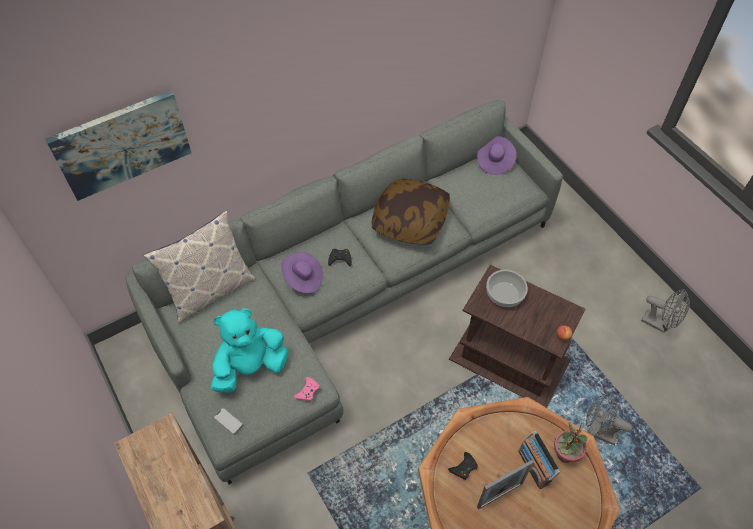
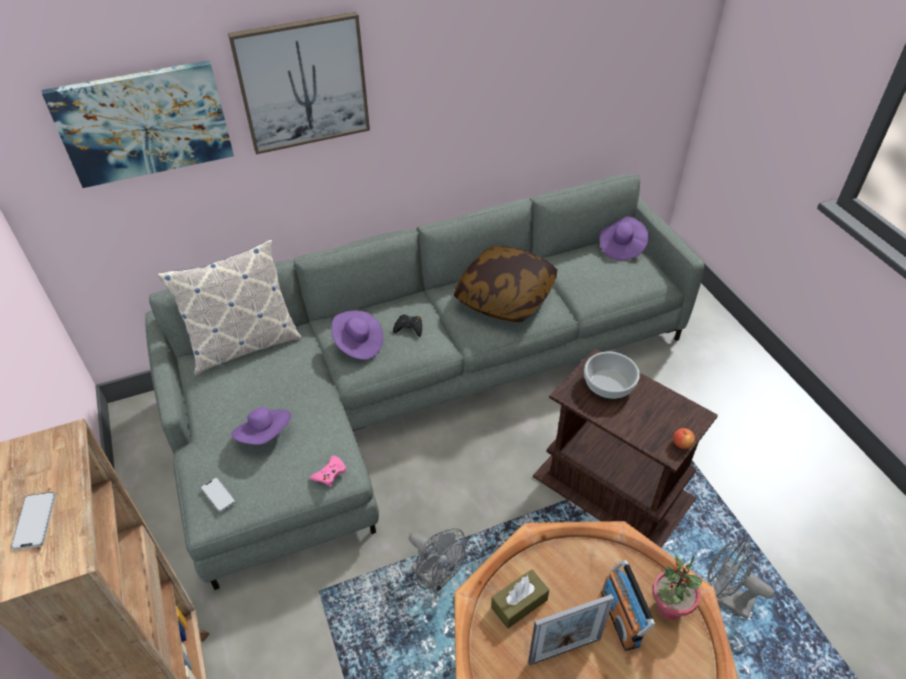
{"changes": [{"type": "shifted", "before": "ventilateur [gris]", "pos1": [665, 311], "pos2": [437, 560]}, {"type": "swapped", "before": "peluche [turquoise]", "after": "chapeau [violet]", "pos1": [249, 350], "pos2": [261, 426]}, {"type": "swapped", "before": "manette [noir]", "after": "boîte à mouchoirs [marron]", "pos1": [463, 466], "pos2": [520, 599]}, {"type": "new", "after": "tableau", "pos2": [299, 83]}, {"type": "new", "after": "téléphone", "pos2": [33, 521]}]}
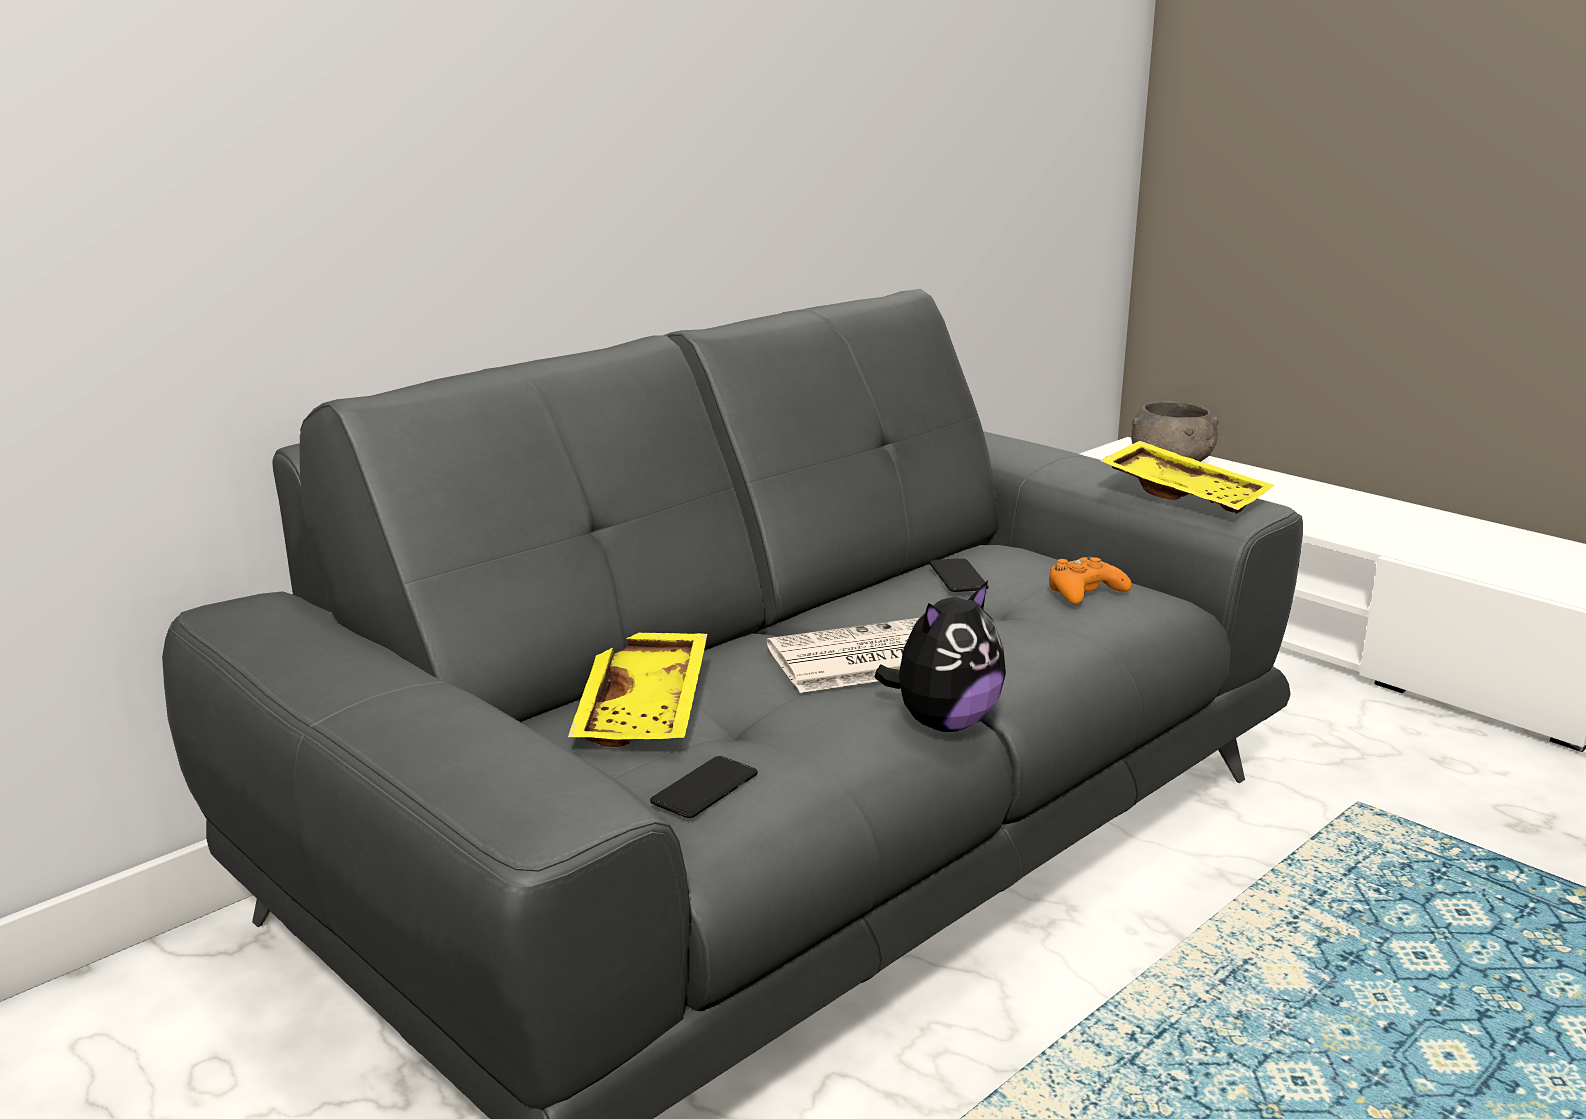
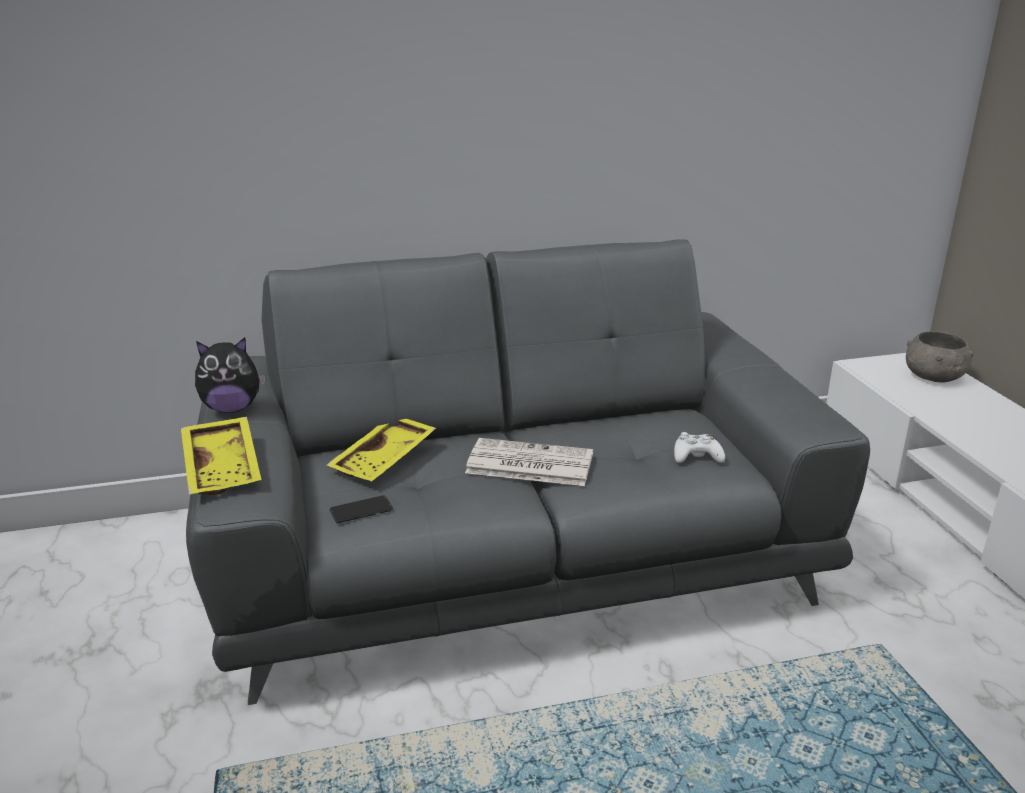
{"changes": [{"type": "shifted", "before": "plateau [jaune]", "pos1": [1187, 477], "pos2": [221, 456]}, {"type": "repainted", "before": "manette [orange]", "after": "manette [blanc]", "pos1": [1090, 580], "pos2": [699, 447]}, {"type": "gone", "before": "téléphone", "pos1": [959, 575]}, {"type": "shifted", "before": "peluche", "pos1": [940, 656], "pos2": [230, 375]}]}
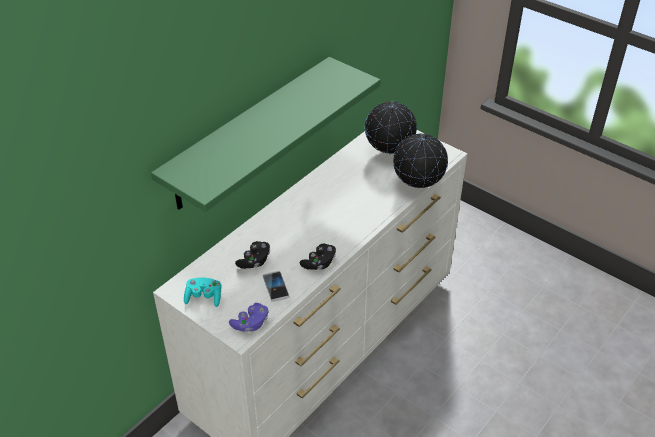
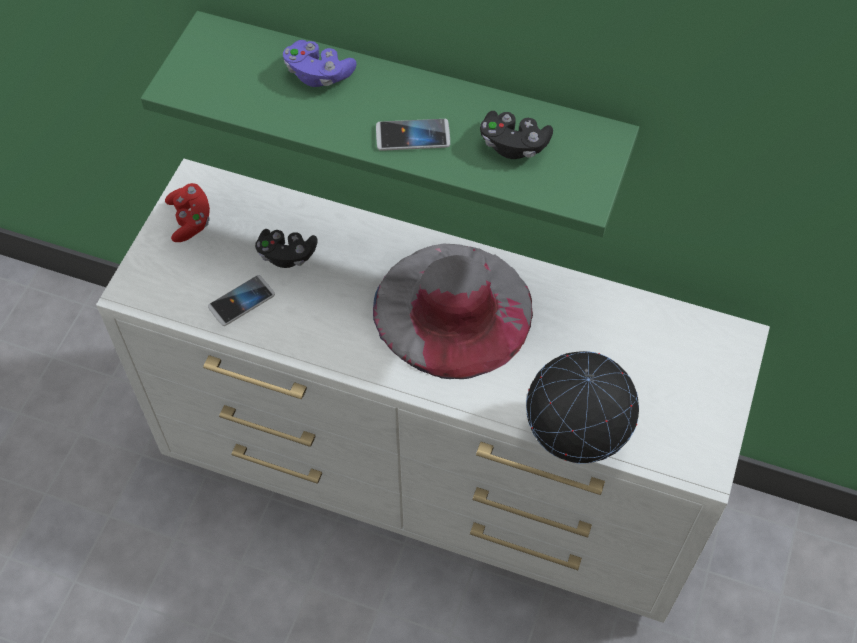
{"changes": [{"type": "gone", "before": "globe", "pos1": [391, 127]}, {"type": "shifted", "before": "manette [noir]", "pos1": [318, 257], "pos2": [516, 135]}, {"type": "repainted", "before": "manette [turquoise]", "after": "manette [rouge]", "pos1": [202, 292], "pos2": [187, 212]}, {"type": "shifted", "before": "manette [violet]", "pos1": [249, 317], "pos2": [320, 63]}, {"type": "new", "after": "téléphone", "pos2": [413, 135]}, {"type": "new", "after": "chapeau [gris]", "pos2": [453, 311]}]}
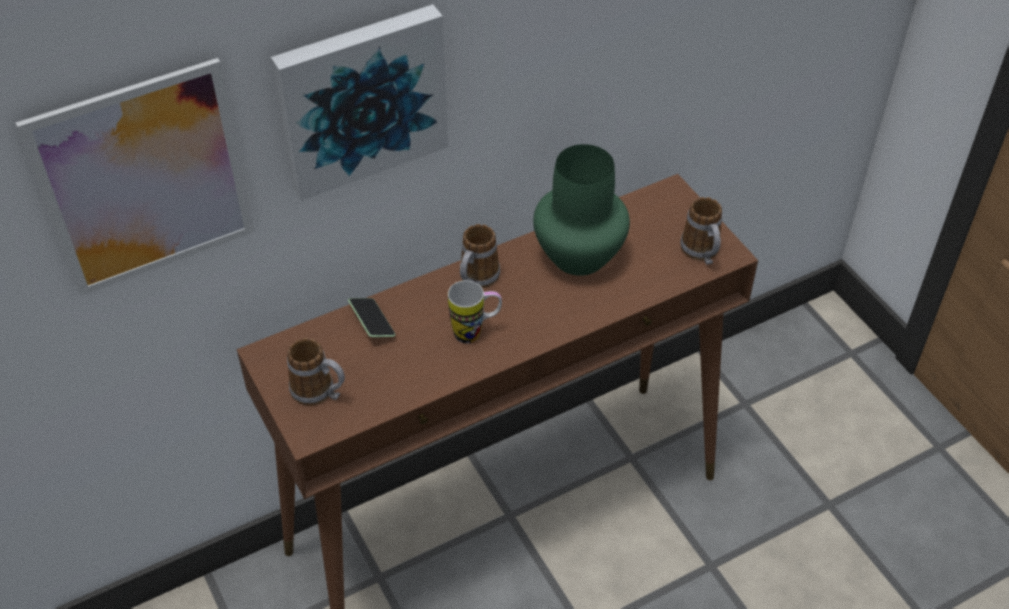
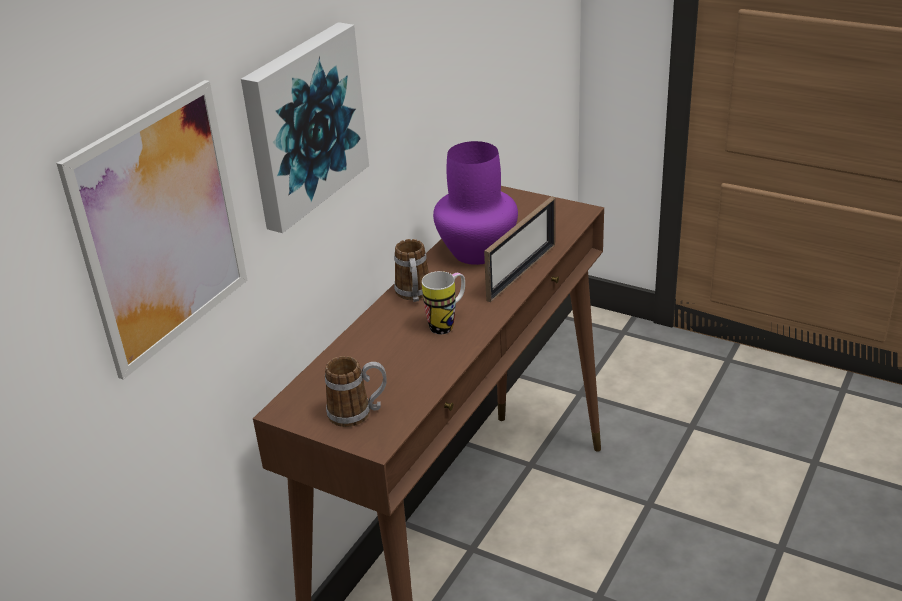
{"changes": [{"type": "repainted", "before": "vase [vert]", "after": "vase [violet]", "pos1": [581, 210], "pos2": [475, 203]}, {"type": "gone", "before": "mug", "pos1": [701, 231]}, {"type": "gone", "before": "téléphone", "pos1": [372, 317]}, {"type": "new", "after": "cadre photo", "pos2": [519, 249]}]}
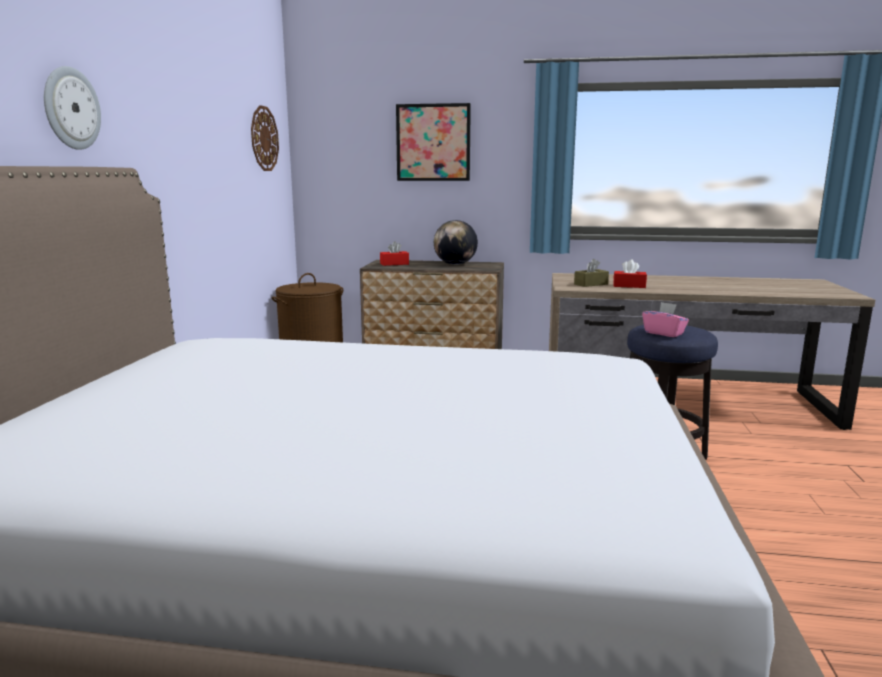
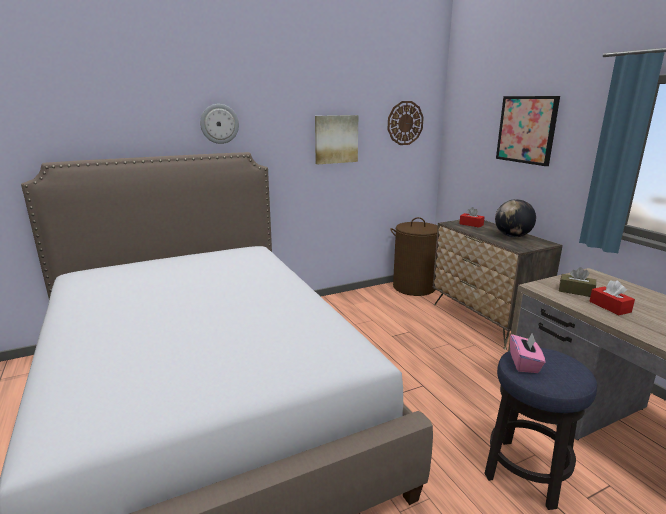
{"changes": [{"type": "new", "after": "tableau", "pos2": [336, 139]}]}
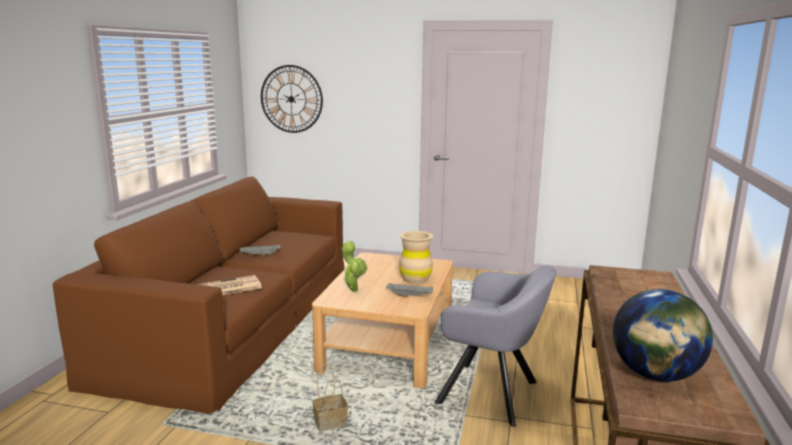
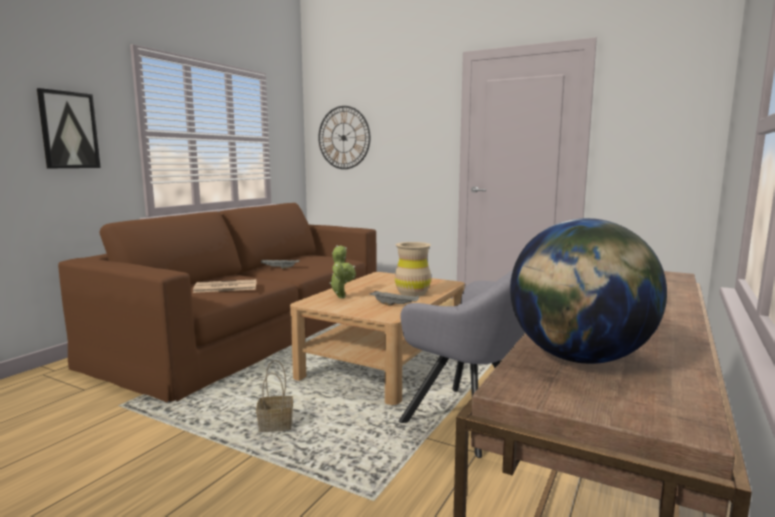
{"changes": [{"type": "new", "after": "tableau", "pos2": [69, 128]}]}
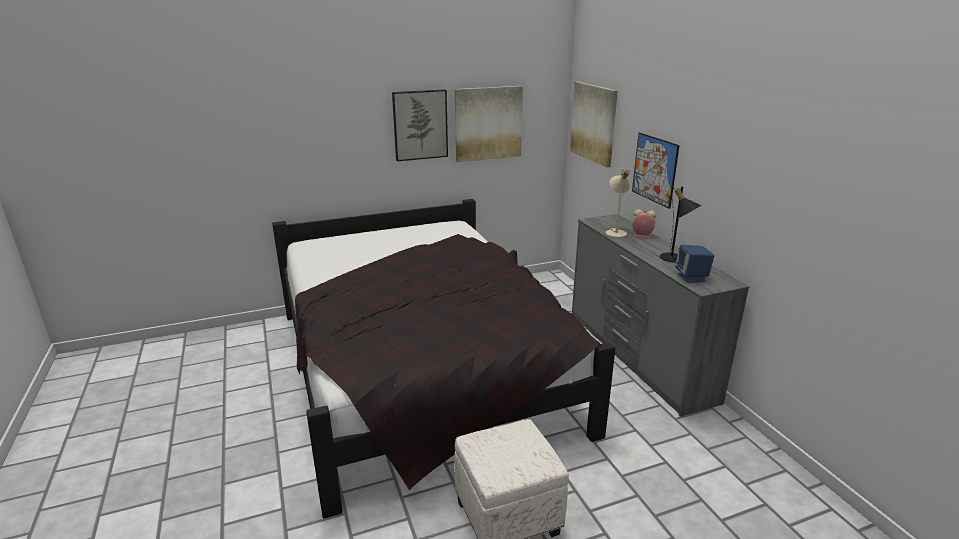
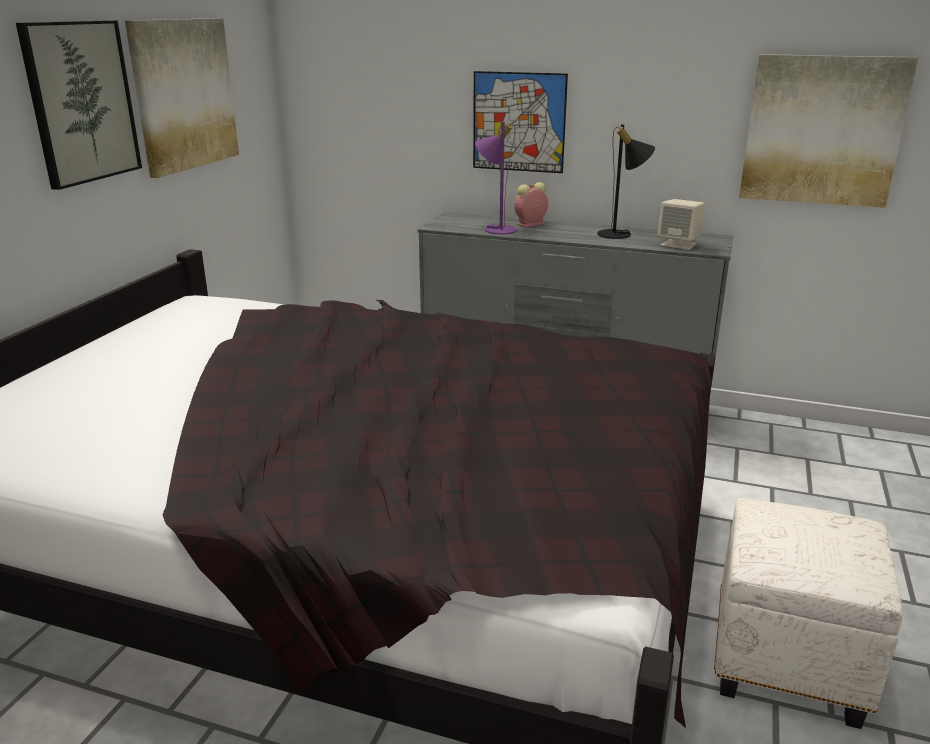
{"changes": [{"type": "shifted", "before": "tableau", "pos1": [594, 124], "pos2": [828, 131]}, {"type": "repainted", "before": "lampe de table [beige]", "after": "lampe de table [violet]", "pos1": [618, 202], "pos2": [496, 178]}, {"type": "repainted", "before": "enceinte [bleu]", "after": "enceinte [beige]", "pos1": [694, 264], "pos2": [681, 224]}]}
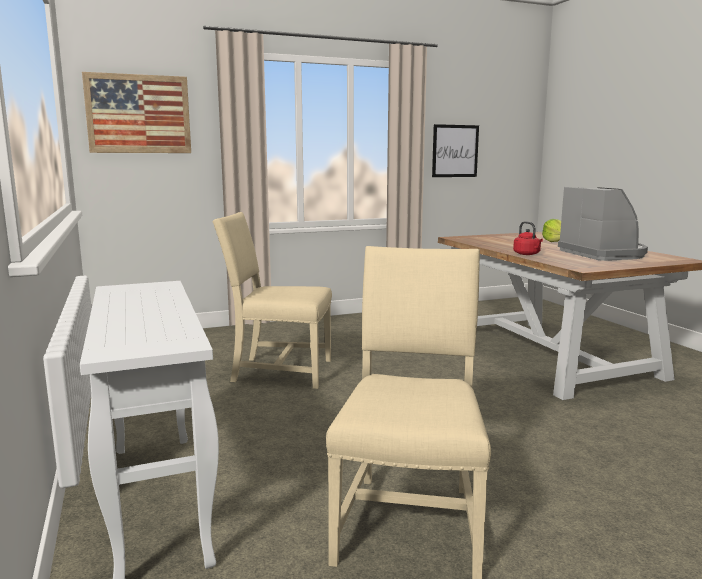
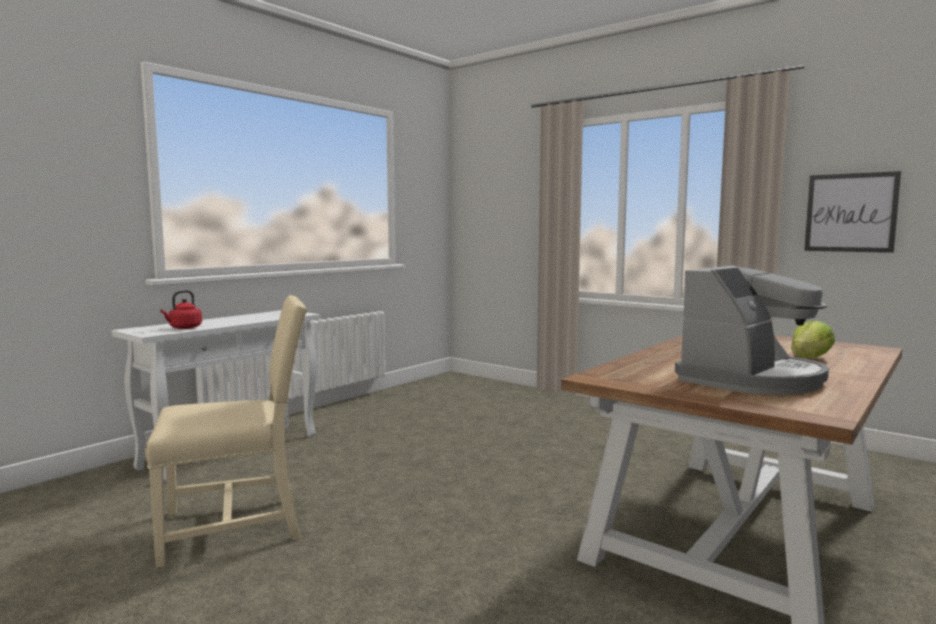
{"changes": [{"type": "gone", "before": "tableau", "pos1": [136, 112]}, {"type": "gone", "before": "chaise [beige]", "pos1": [272, 300]}, {"type": "shifted", "before": "bouilloire [rouge]", "pos1": [528, 238], "pos2": [181, 309]}]}
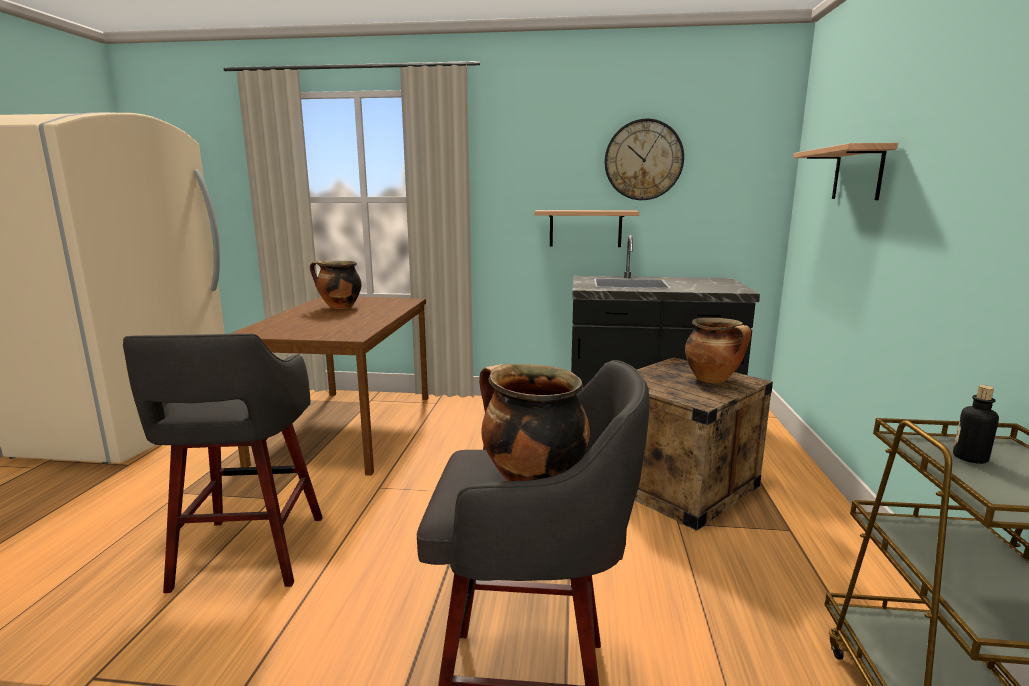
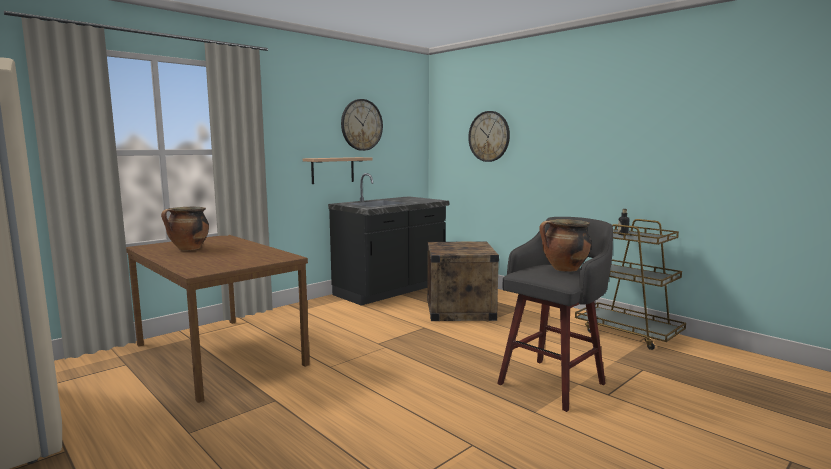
{"changes": [{"type": "swapped", "before": "étagère", "after": "horloge murale", "pos1": [845, 171], "pos2": [489, 136]}, {"type": "gone", "before": "marmite", "pos1": [718, 350]}, {"type": "gone", "before": "tabouret [gris]", "pos1": [223, 463]}]}
